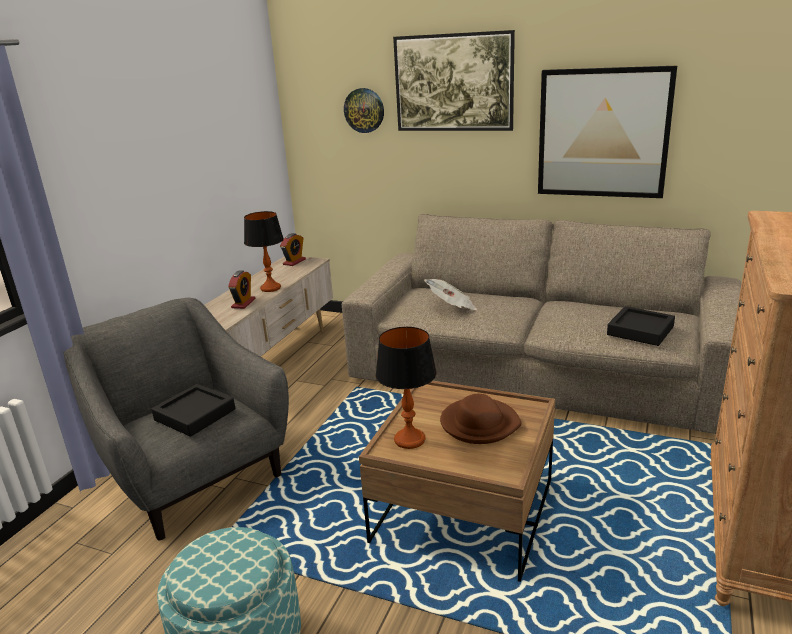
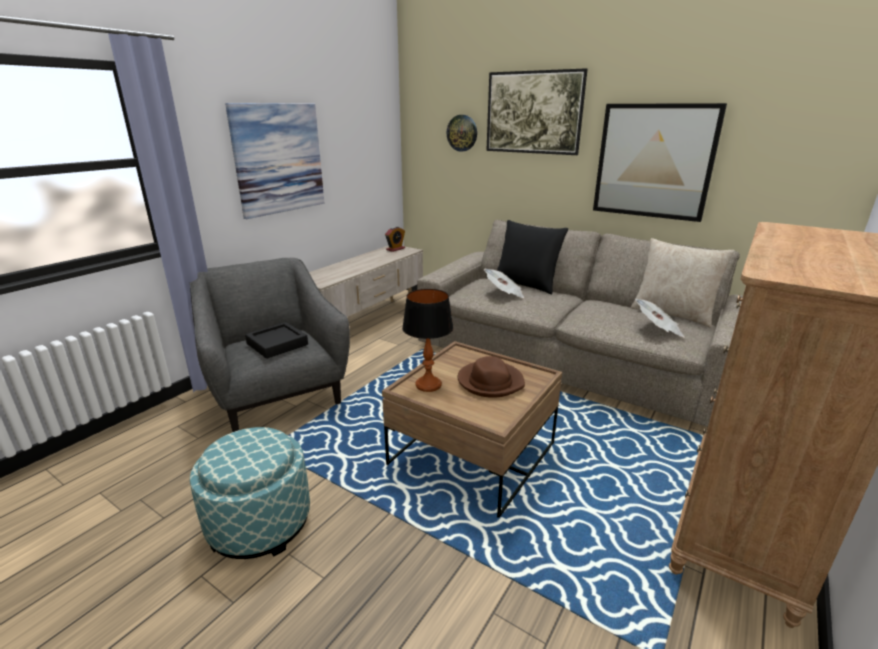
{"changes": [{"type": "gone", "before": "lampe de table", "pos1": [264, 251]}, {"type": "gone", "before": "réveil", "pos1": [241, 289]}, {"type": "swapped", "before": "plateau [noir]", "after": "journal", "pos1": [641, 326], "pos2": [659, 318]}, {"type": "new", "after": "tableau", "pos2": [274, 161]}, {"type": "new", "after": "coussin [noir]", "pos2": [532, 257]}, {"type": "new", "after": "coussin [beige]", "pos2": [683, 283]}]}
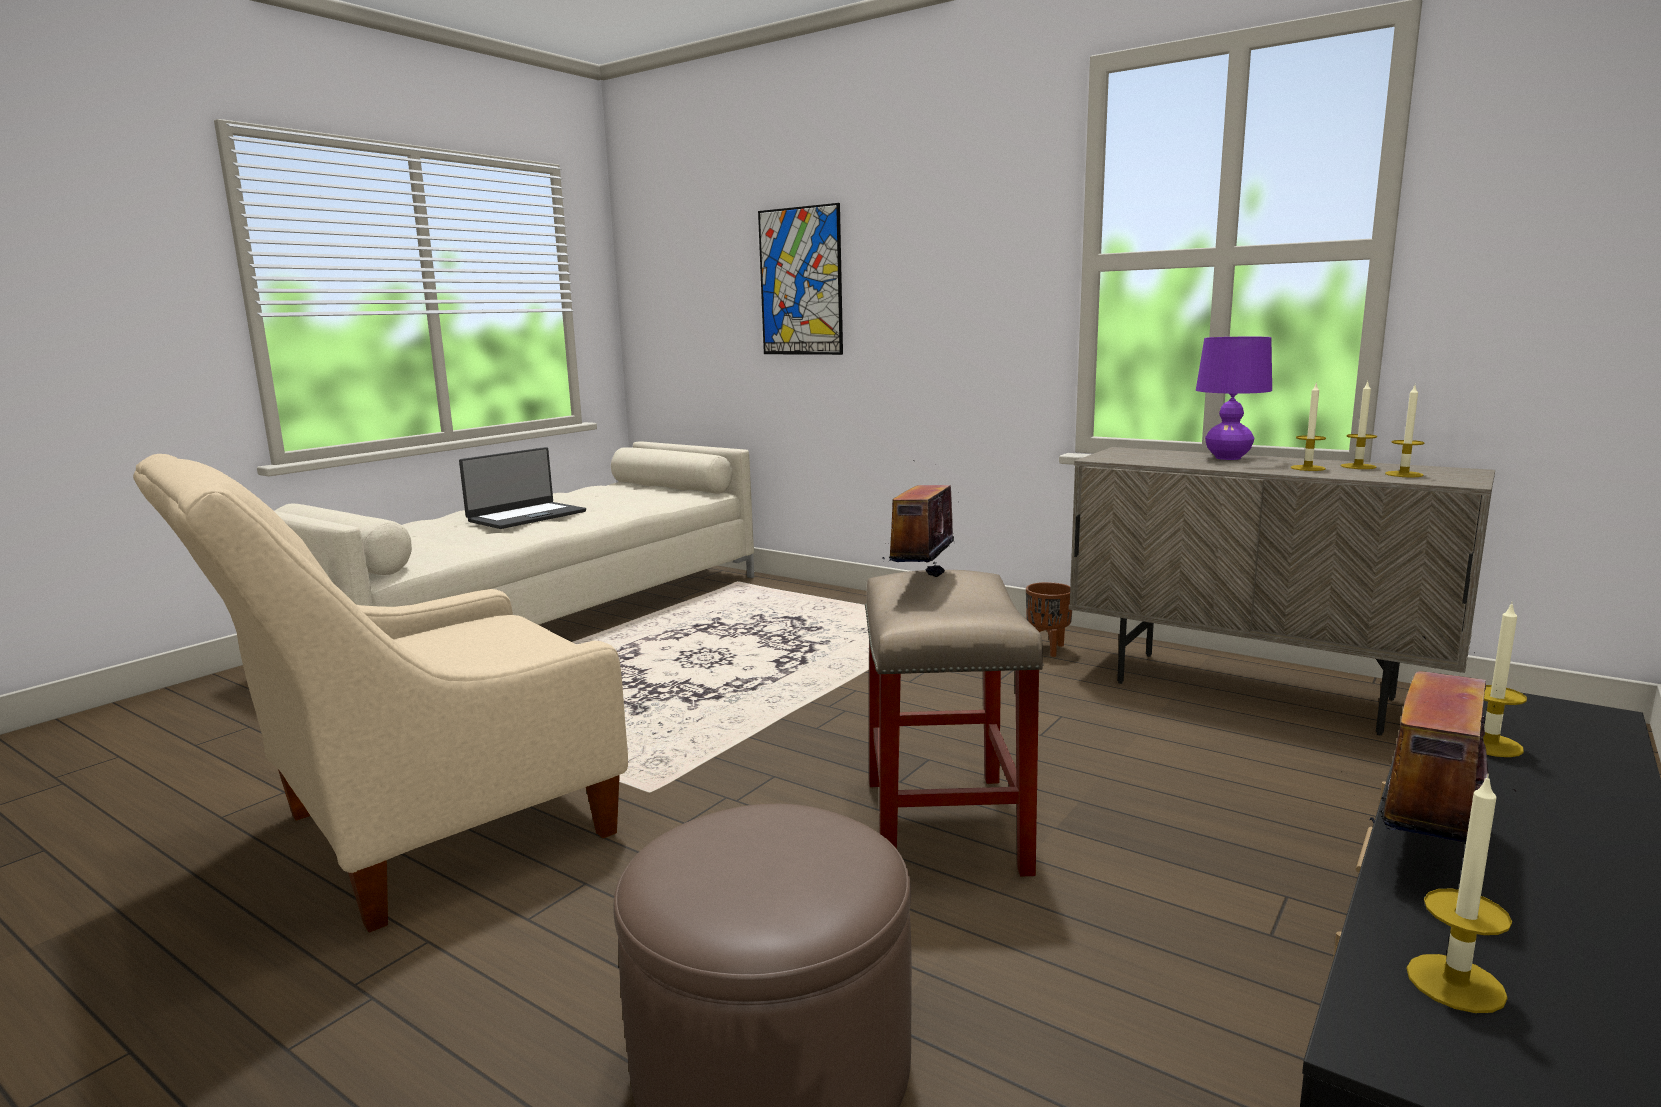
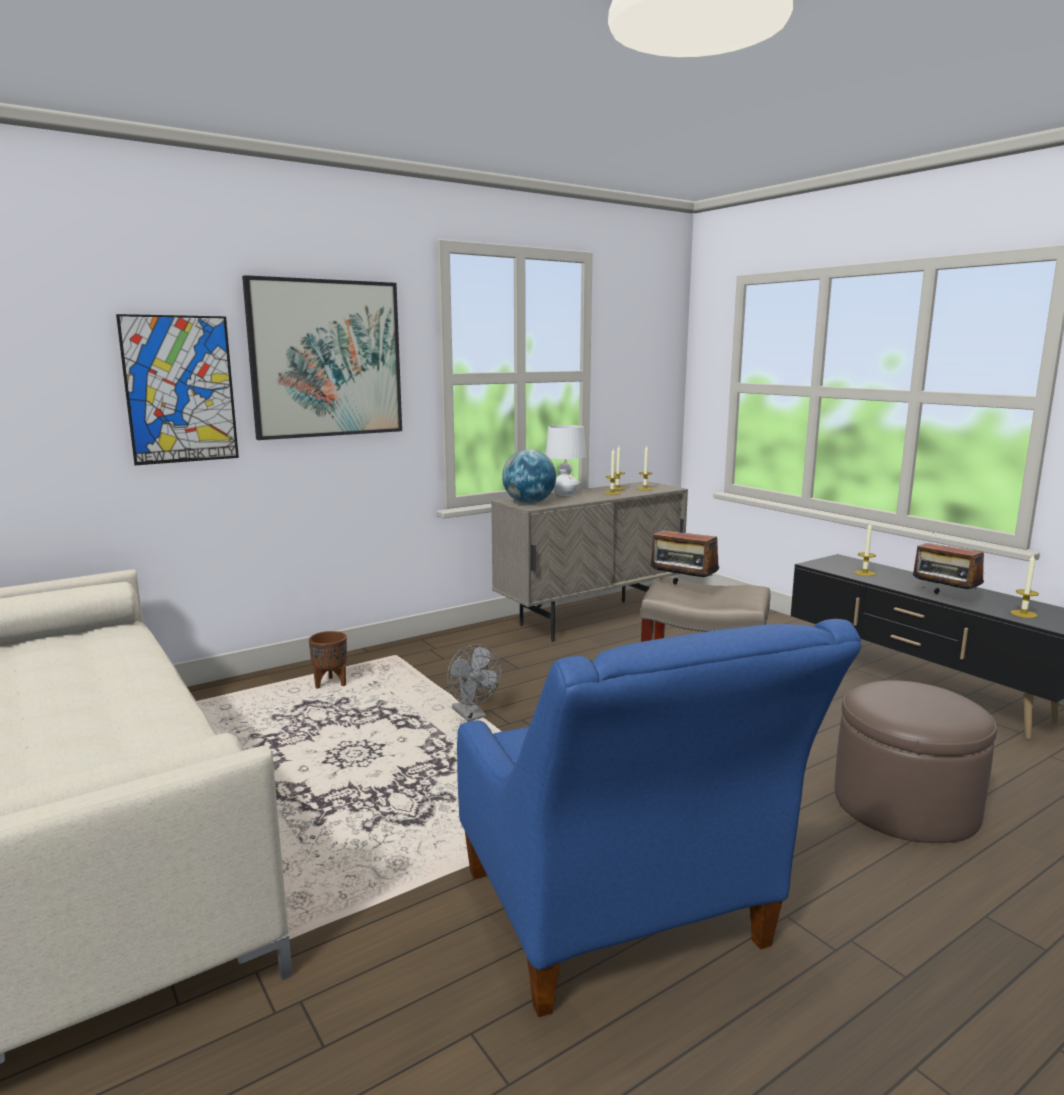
{"changes": [{"type": "repainted", "before": "lampe de table [violet]", "after": "lampe de table [blanc]", "pos1": [1234, 398], "pos2": [566, 460]}, {"type": "gone", "before": "ordinateur portable", "pos1": [522, 488]}, {"type": "repainted", "before": "fauteuil [beige]", "after": "fauteuil [bleu]", "pos1": [380, 693], "pos2": [659, 818]}, {"type": "shifted", "before": "cache-pot [marron]", "pos1": [1049, 619], "pos2": [328, 660]}, {"type": "new", "after": "tableau", "pos2": [322, 357]}, {"type": "new", "after": "globe", "pos2": [529, 476]}, {"type": "new", "after": "ventilateur [gris]", "pos2": [474, 683]}]}
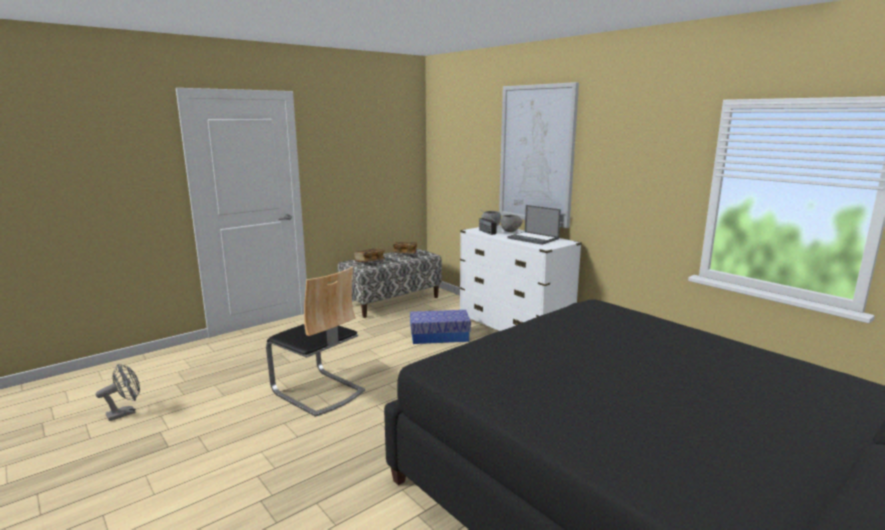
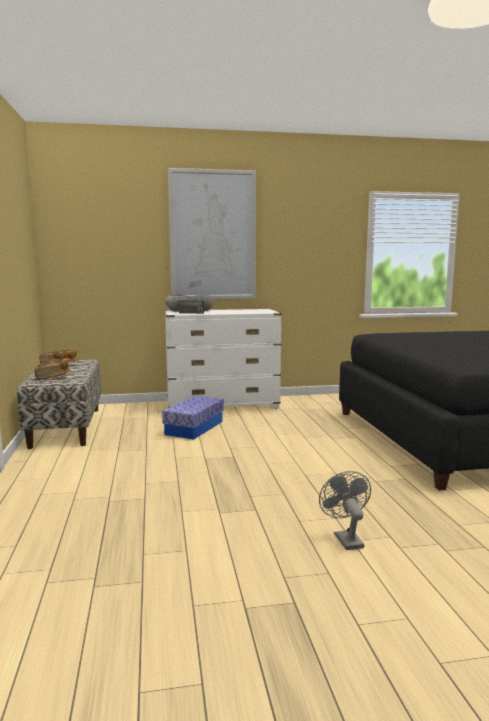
{"changes": [{"type": "gone", "before": "ordinateur portable", "pos1": [534, 225]}, {"type": "gone", "before": "chaise", "pos1": [315, 342]}, {"type": "shifted", "before": "ventilateur [gris]", "pos1": [118, 392], "pos2": [345, 510]}]}
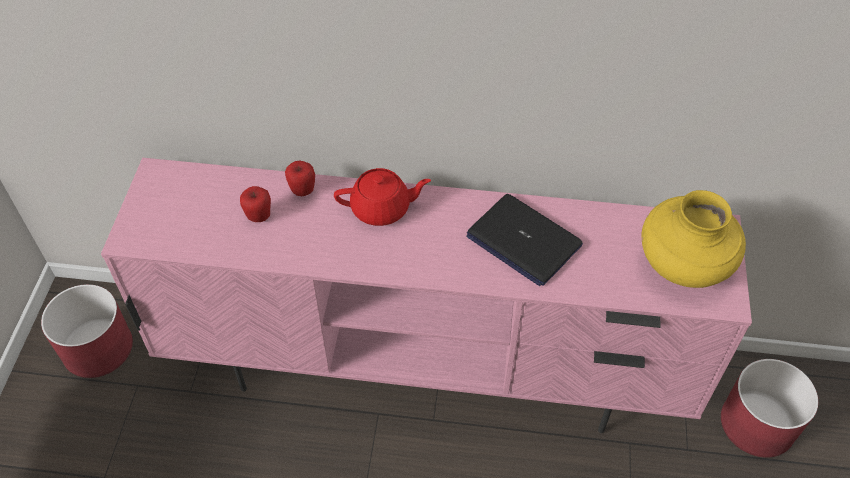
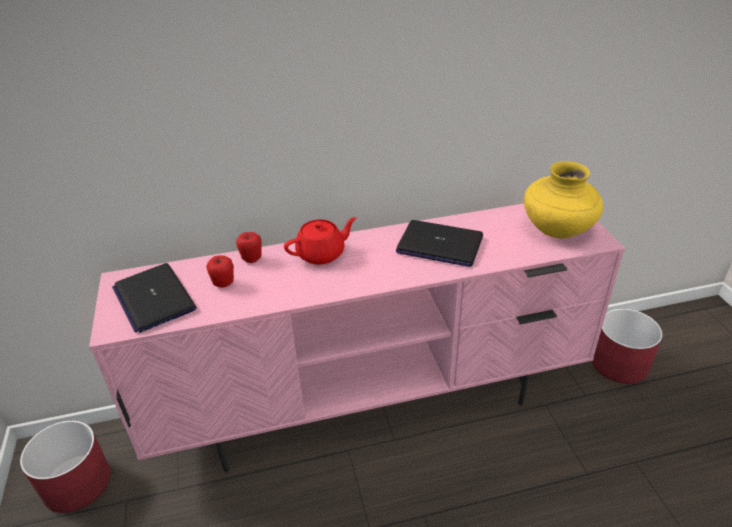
{"changes": [{"type": "new", "after": "ordinateur portable", "pos2": [154, 298]}]}
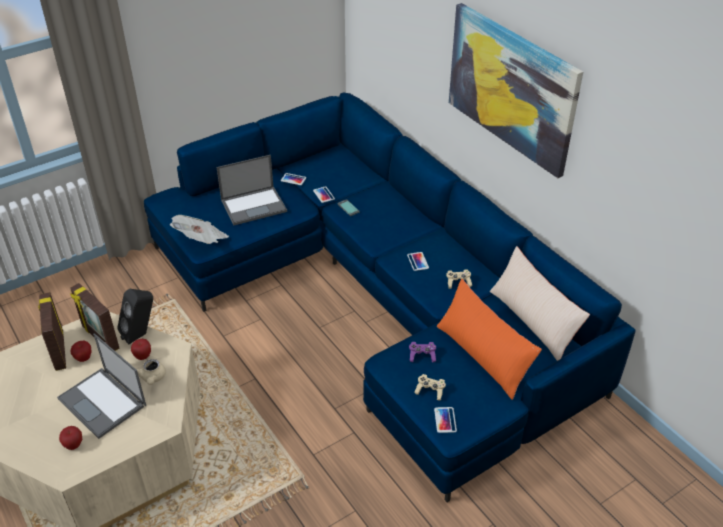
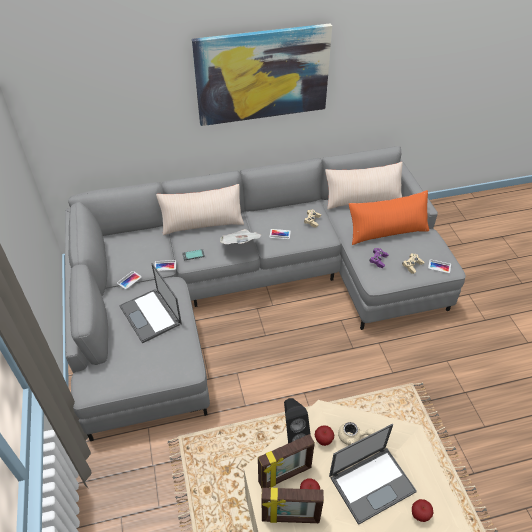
{"changes": [{"type": "repainted", "before": "canapé [bleu]", "after": "canapé [gris]", "pos1": [390, 297], "pos2": [265, 293]}, {"type": "rotated", "before": "ordinateur portable", "pos1": [252, 190], "pos2": [150, 303], "turn": 150}, {"type": "shifted", "before": "journal", "pos1": [199, 229], "pos2": [241, 236]}, {"type": "new", "after": "coussin [beige]", "pos2": [200, 209]}]}
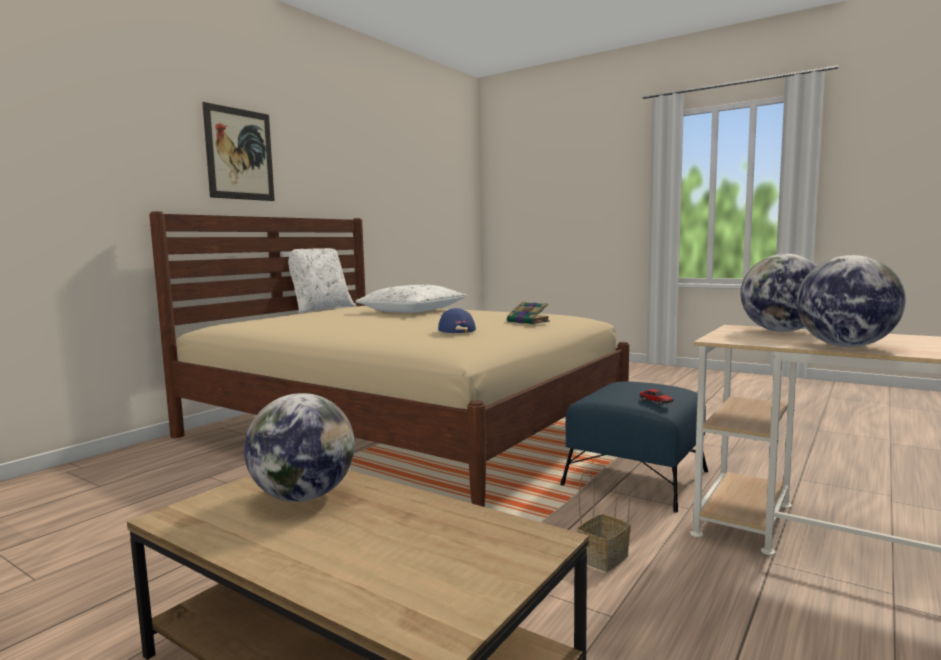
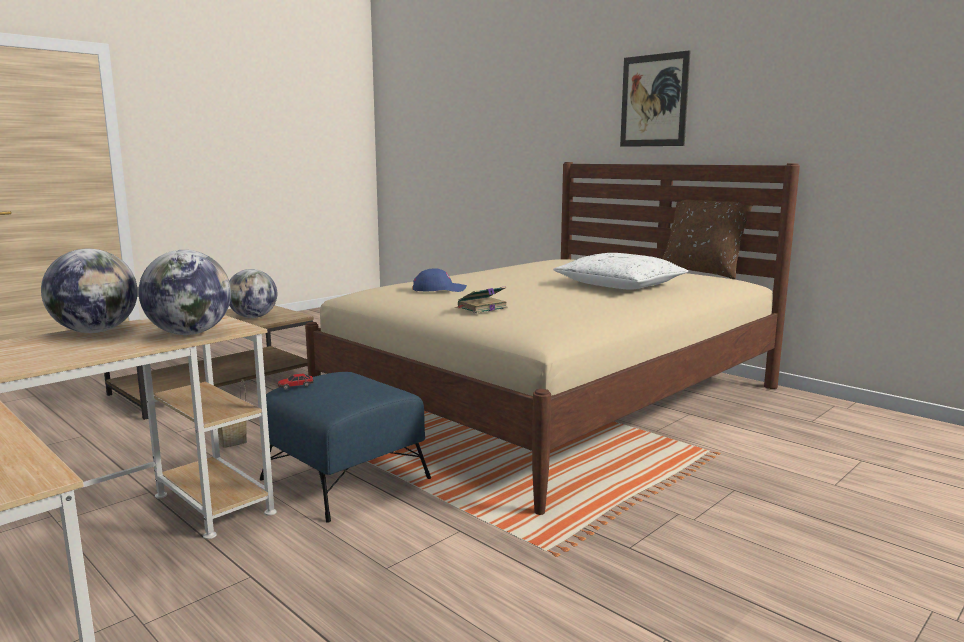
{"changes": [{"type": "repainted", "before": "coussin [blanc]", "after": "coussin [marron]", "pos1": [318, 280], "pos2": [707, 239]}]}
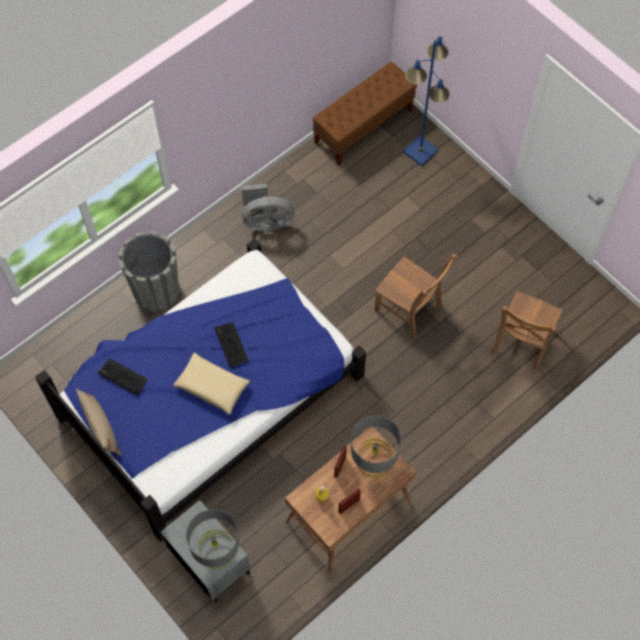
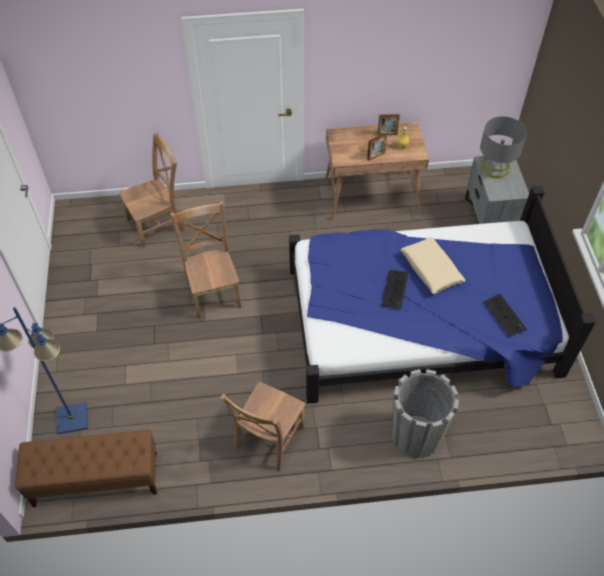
{"changes": [{"type": "swapped", "before": "ventilateur [gris]", "after": "chaise [marron]", "pos1": [267, 207], "pos2": [263, 426]}, {"type": "gone", "before": "coussin [beige]", "pos1": [98, 422]}, {"type": "gone", "before": "lampe de table [gris]", "pos1": [376, 446]}]}
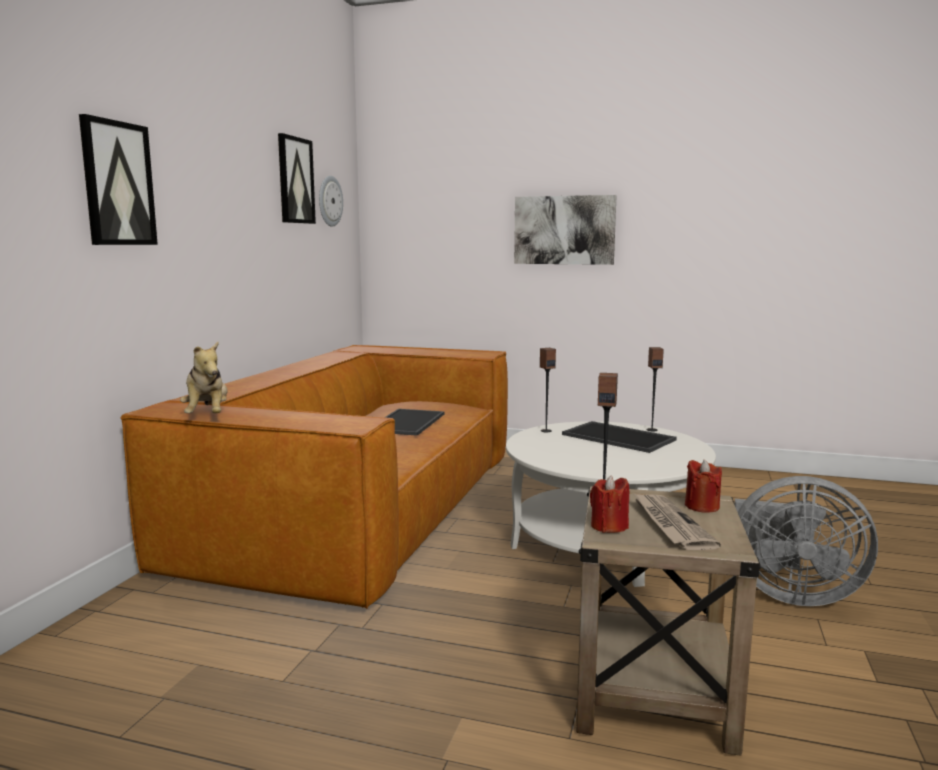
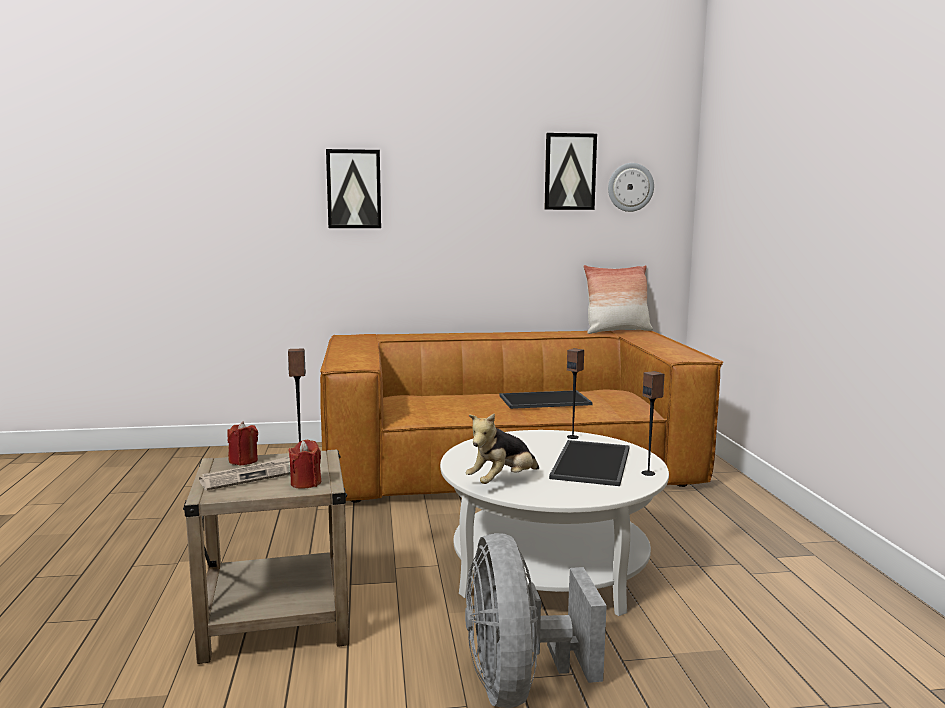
{"changes": [{"type": "gone", "before": "tableau", "pos1": [565, 230]}, {"type": "shifted", "before": "peluche", "pos1": [204, 377], "pos2": [502, 449]}, {"type": "new", "after": "coussin", "pos2": [618, 299]}]}
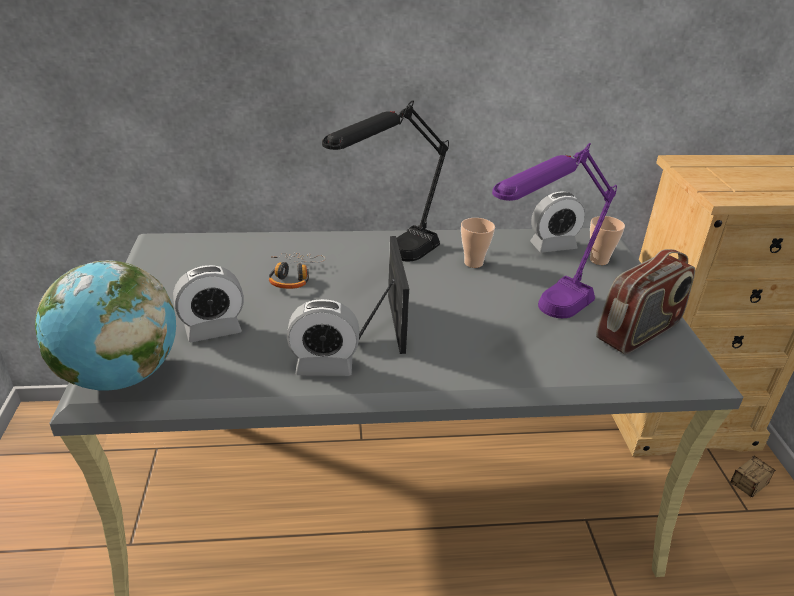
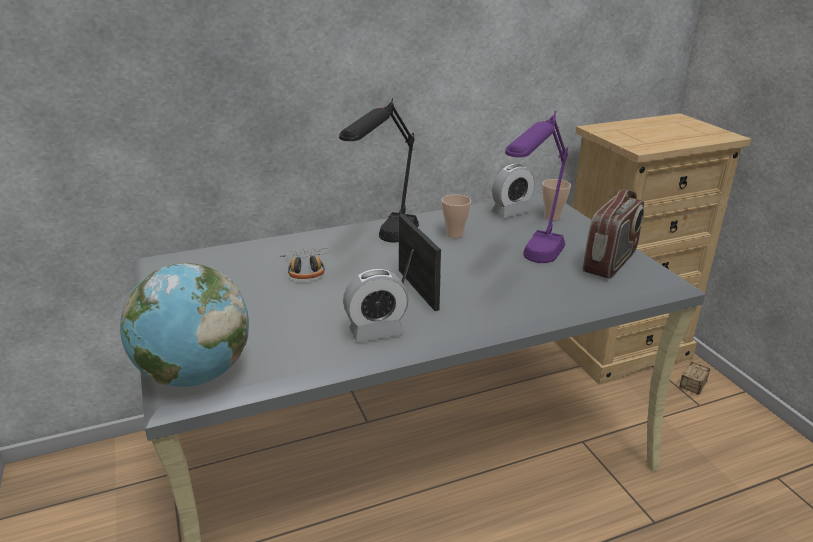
{"changes": [{"type": "gone", "before": "réveil", "pos1": [208, 303]}]}
